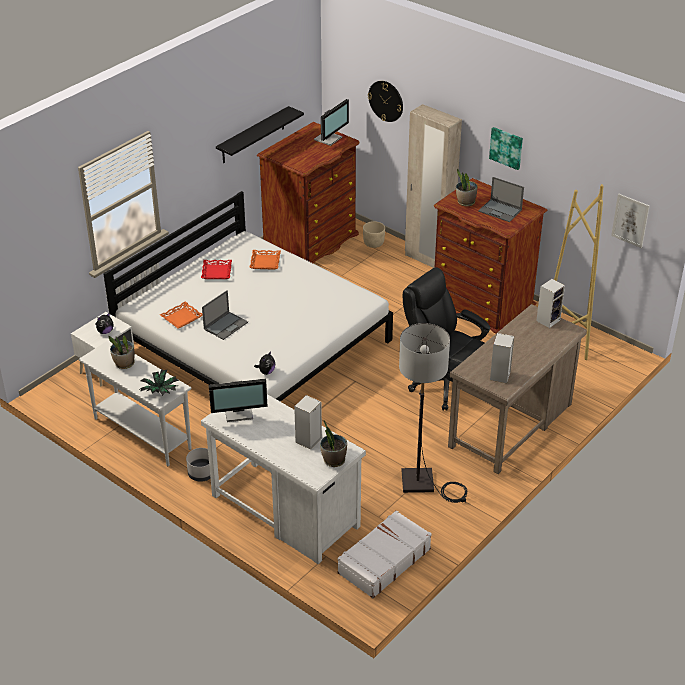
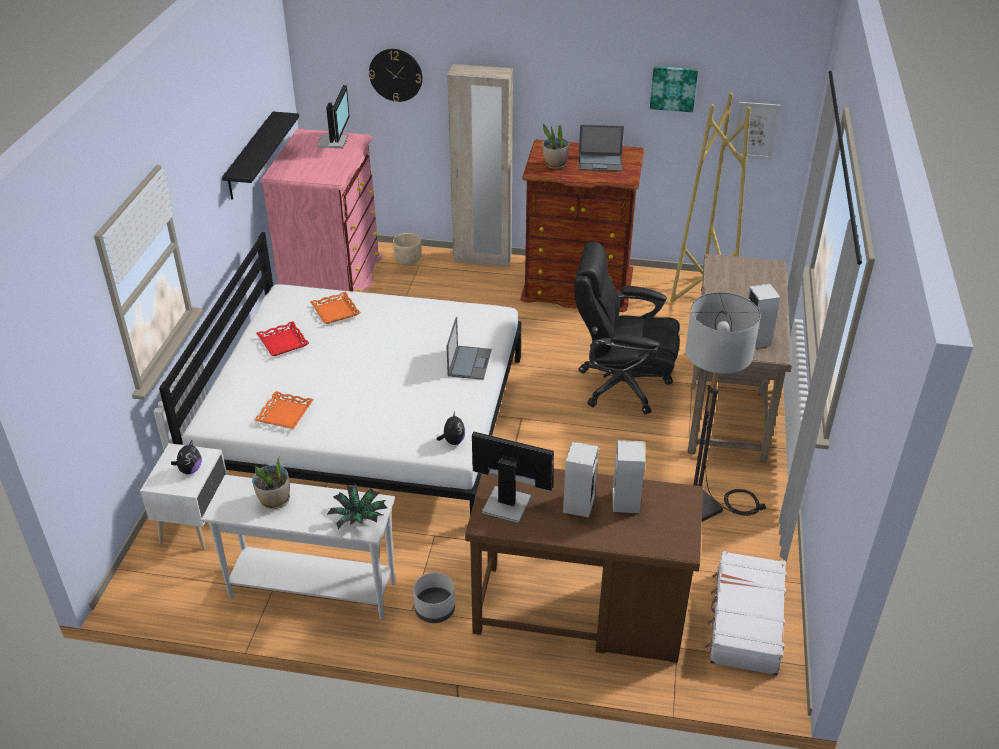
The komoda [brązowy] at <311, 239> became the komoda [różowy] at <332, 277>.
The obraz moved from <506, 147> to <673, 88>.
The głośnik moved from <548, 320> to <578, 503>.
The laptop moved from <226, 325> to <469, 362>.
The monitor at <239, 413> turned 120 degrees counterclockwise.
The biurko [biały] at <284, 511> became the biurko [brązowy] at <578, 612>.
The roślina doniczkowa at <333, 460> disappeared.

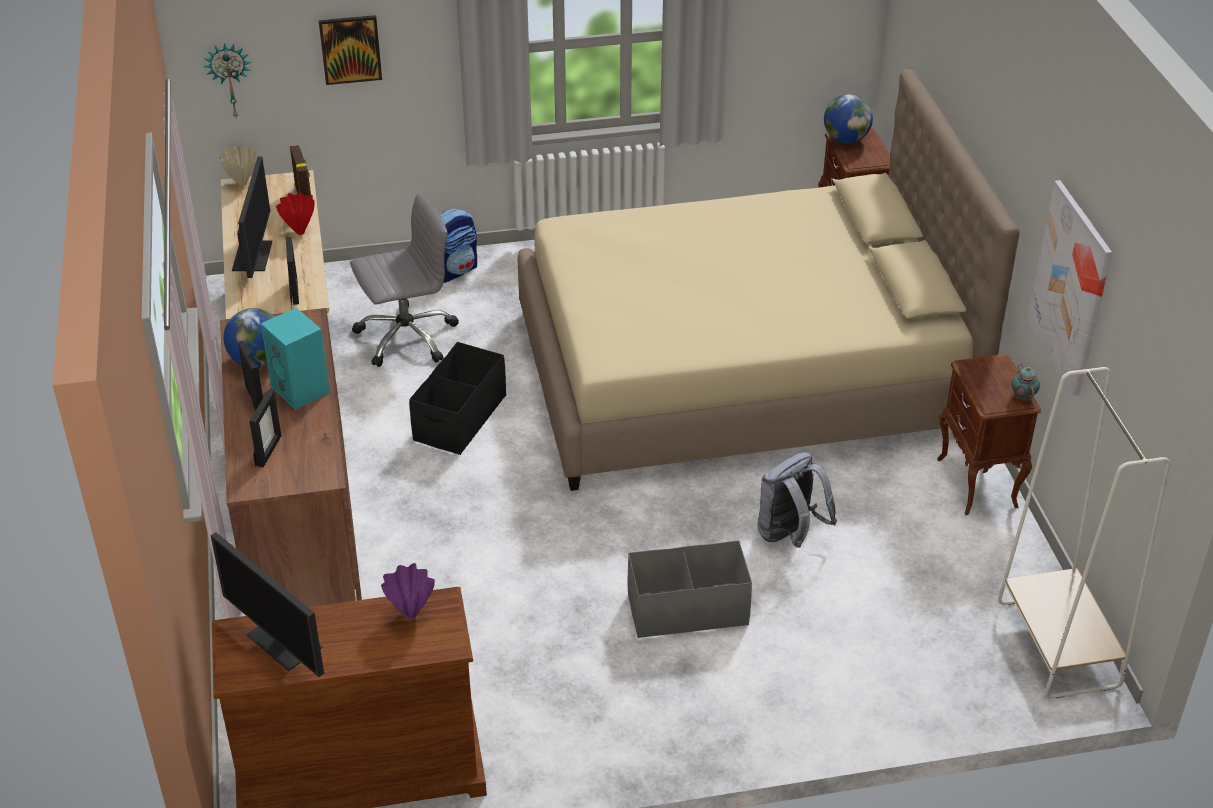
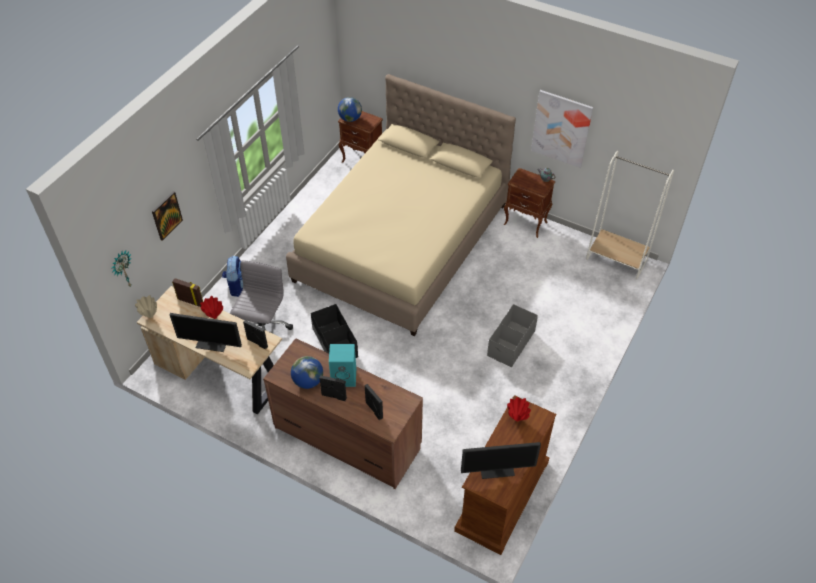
The monitor at <252, 255> turned 150 degrees clockwise.
The plecak [szary] at <789, 535> disappeared.
The wazon [fioletowy] at <411, 614> became the wazon [czerwony] at <517, 418>.

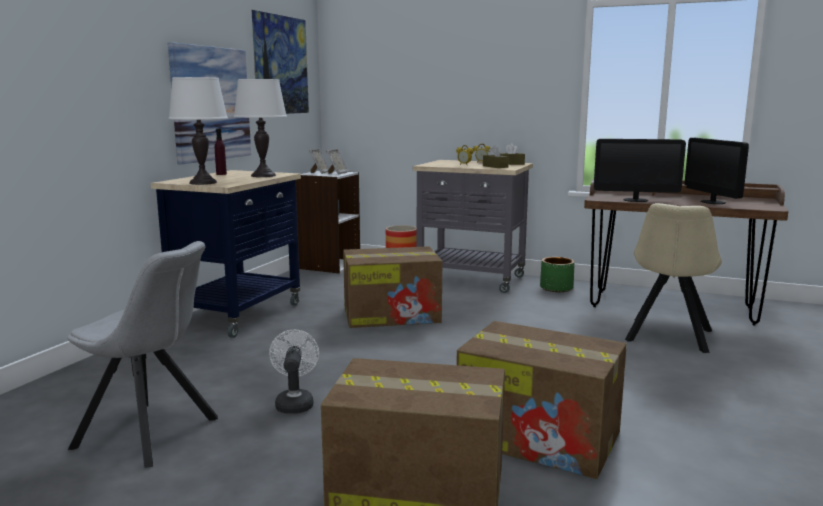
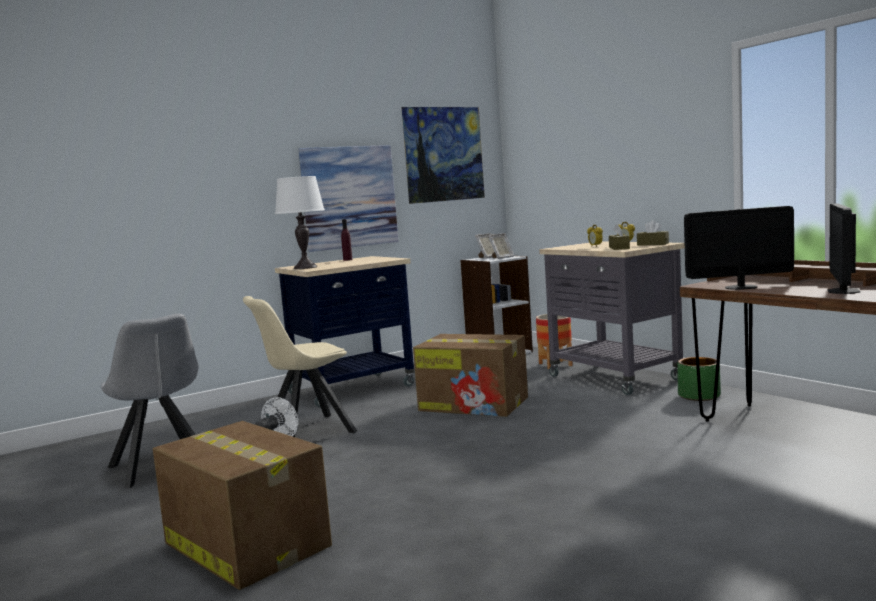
The lampa stołowa [biały] at <263, 175> disappeared.
The monitor at <635, 200> turned 135 degrees clockwise.
The krzesło [beżowy] moved from <669, 336> to <307, 431>.
The karton at <540, 437> disappeared.

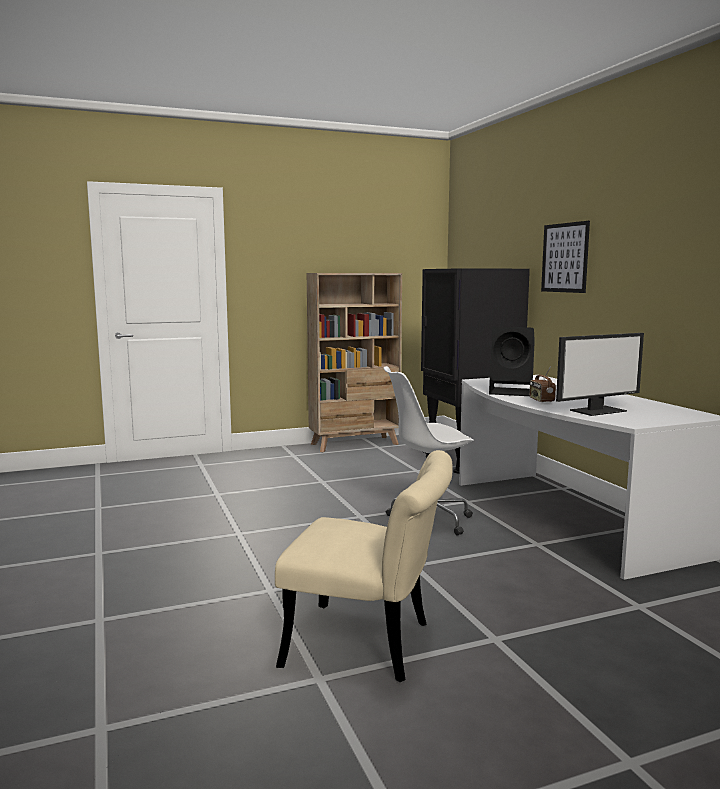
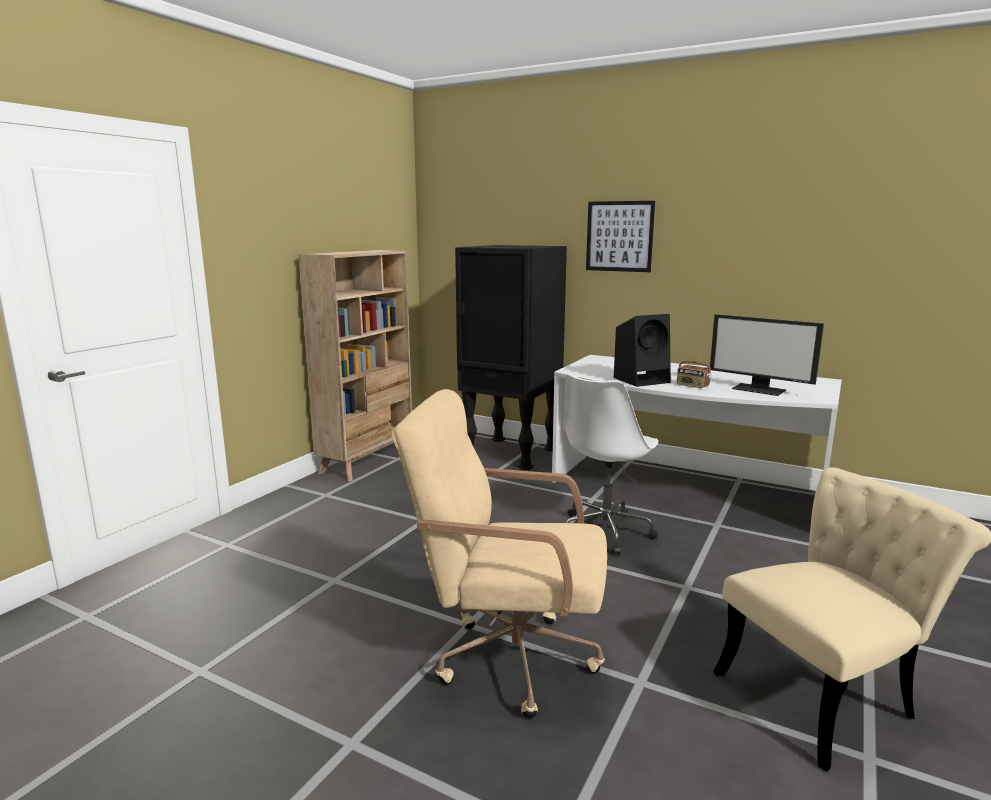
The monitor at <597, 410> turned 105 degrees clockwise.
The krzesło biurowe [beżowy] at <507, 660> appeared.

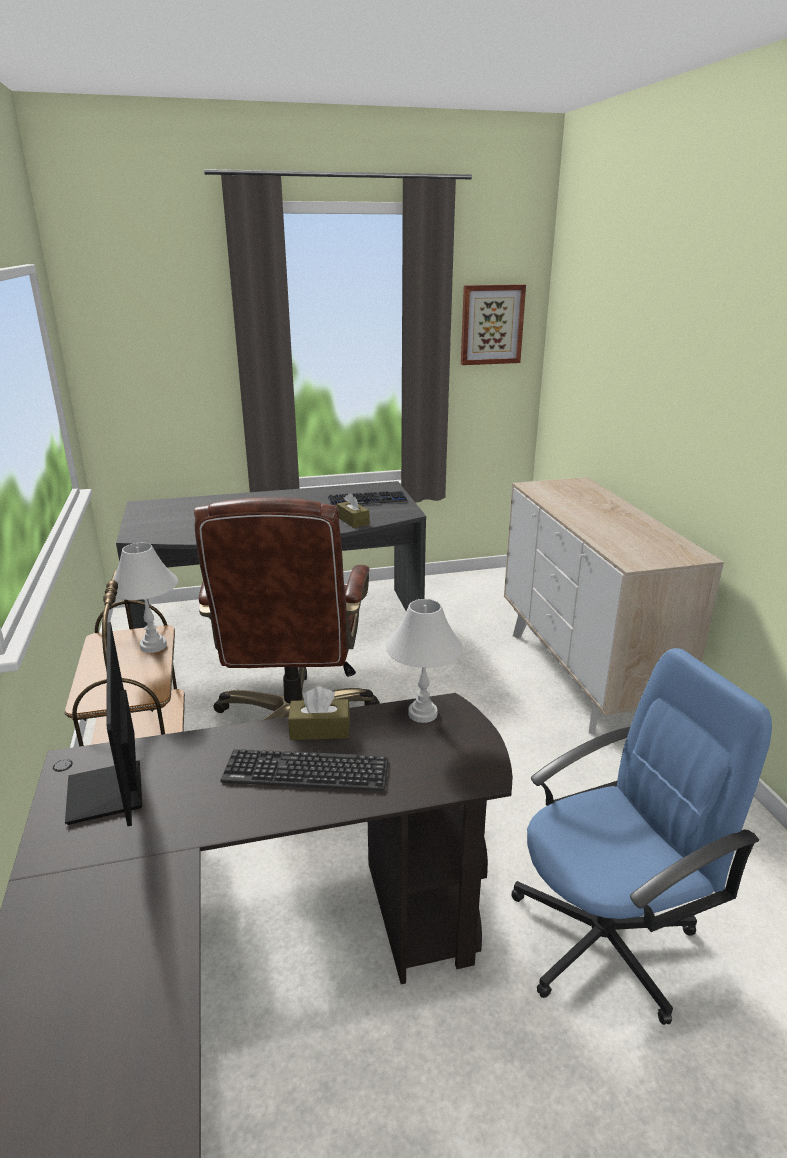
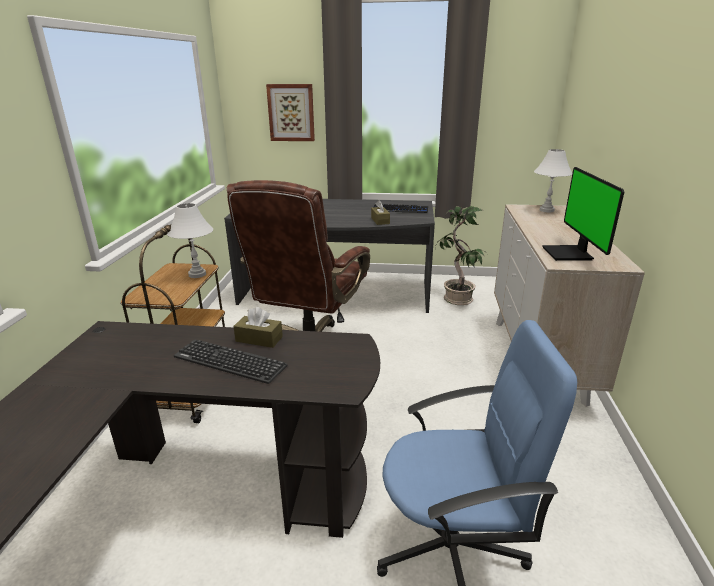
The obraz moved from <491, 324> to <291, 112>.
The lampa stołowa [biały] moved from <423, 714> to <547, 210>.
The monitor moved from <110, 793> to <569, 254>.
The roślina doniczkowa at <456, 299> appeared.

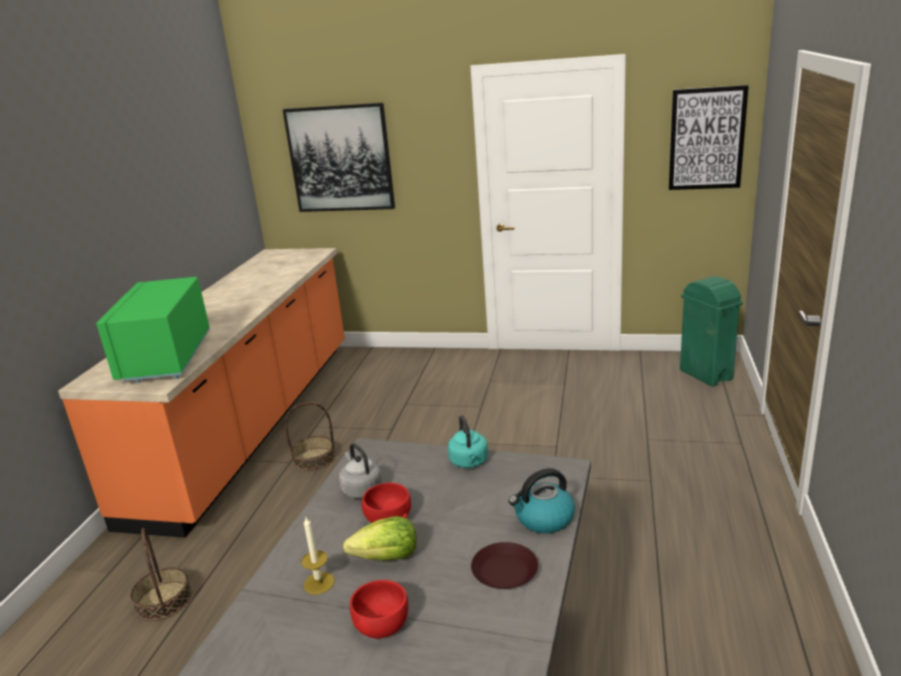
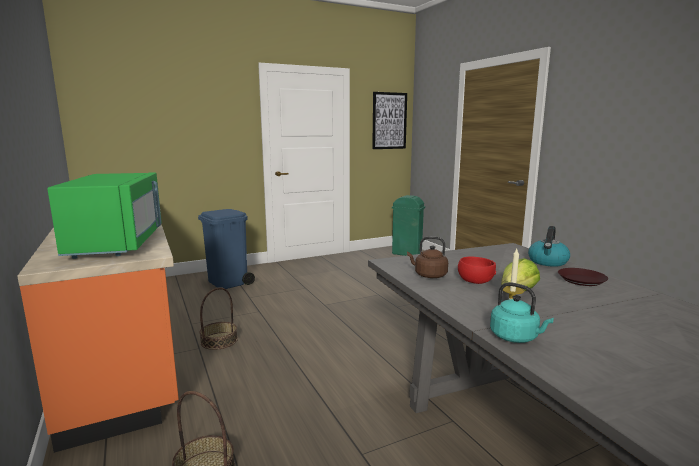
The obraz at <340, 159> disappeared.
The mikrofalówka [zielony] at <166, 358> turned 150 degrees counterclockwise.
The czajnik [turkusowy] moved from <469, 462> to <516, 337>.
The czajnik [szary] at <361, 489> became the czajnik [brązowy] at <428, 275>.
The miska [czerwony] at <382, 624> disappeared.
The kosz na śmieci [niebieski] at <228, 282> appeared.

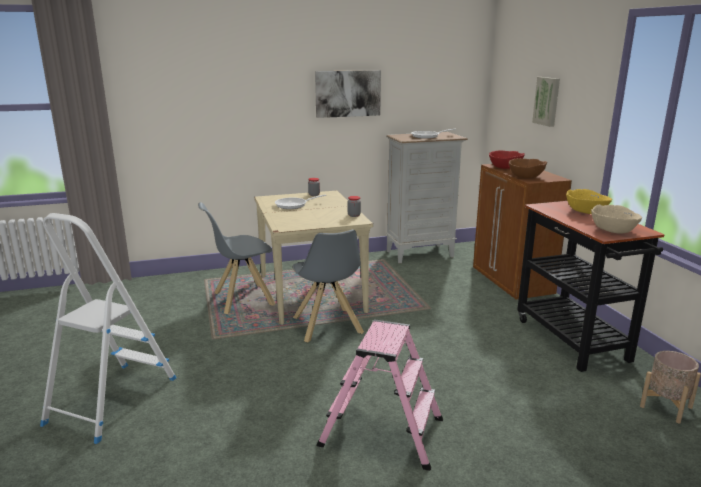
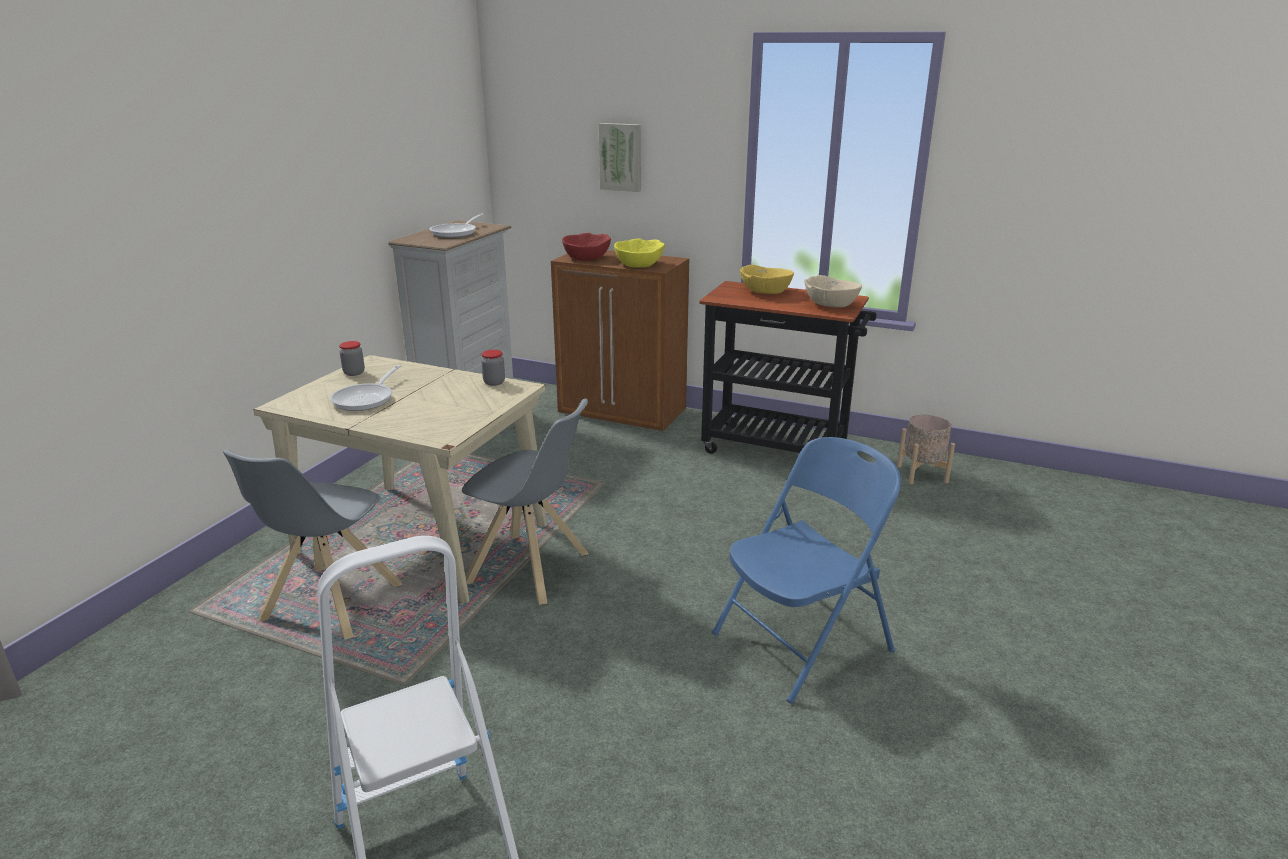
The obraz at <348, 93> disappeared.
The miska [brązowy] at <526, 176> became the miska [żółty] at <639, 265>.
The drabinka [różowy] at <382, 432> was replaced by the krzesło [niebieski] at <802, 643>.

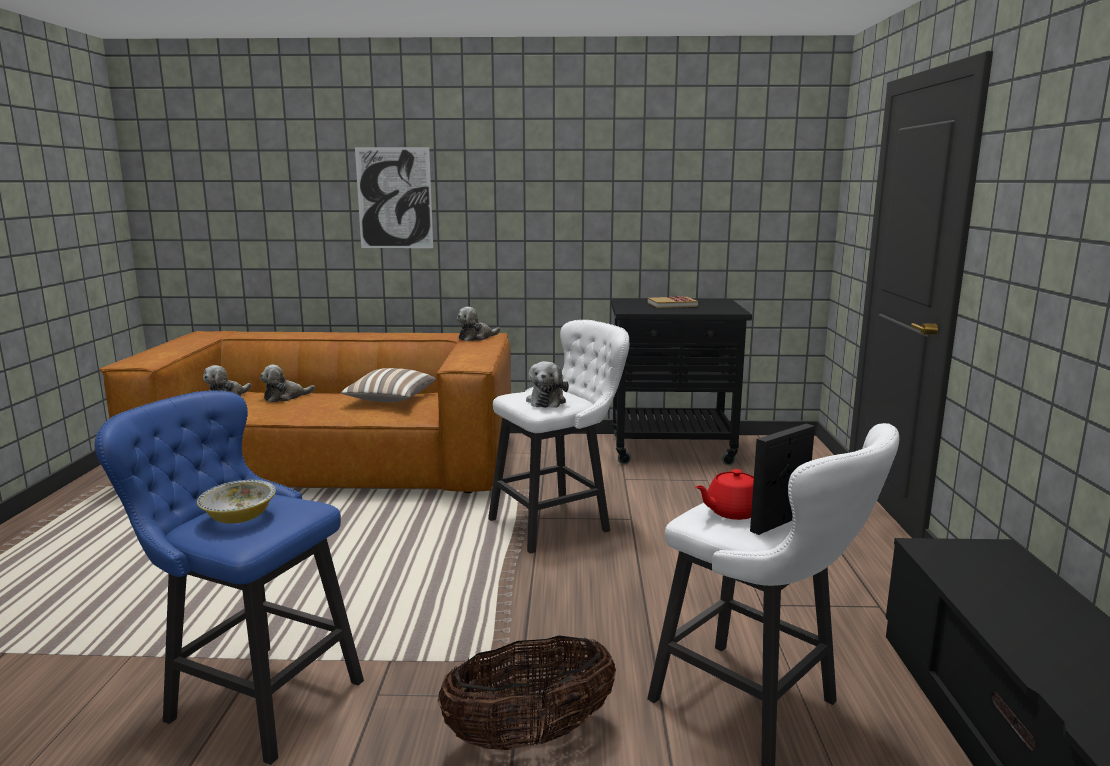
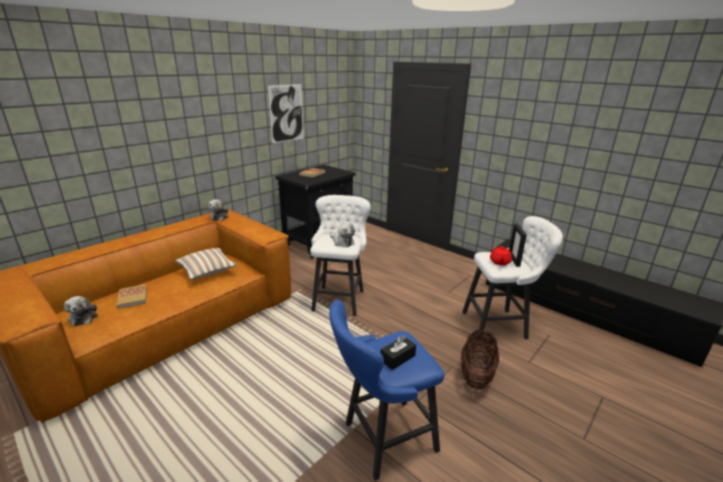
The obraz moved from <394, 198> to <286, 113>.
The pluszak at <285, 397> was replaced by the książka at <132, 297>.
The miska at <239, 518> was replaced by the pudełko chusteczek [czarny] at <397, 358>.

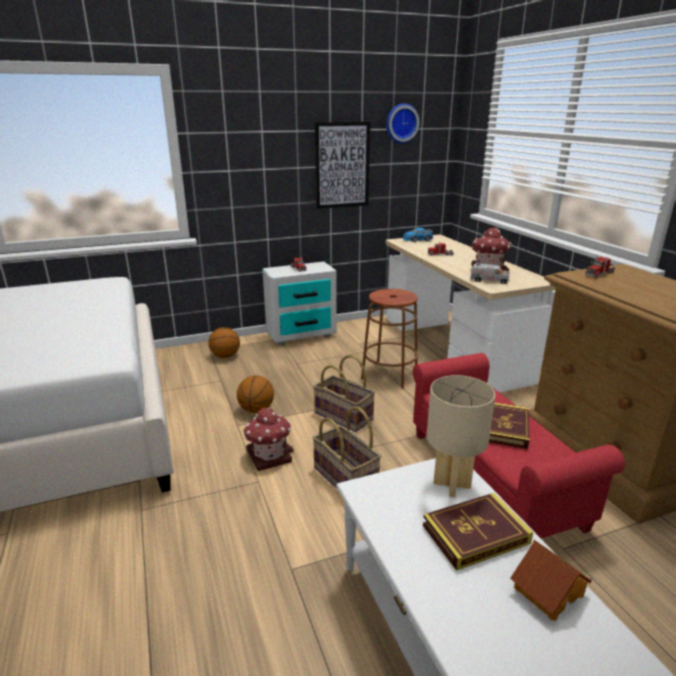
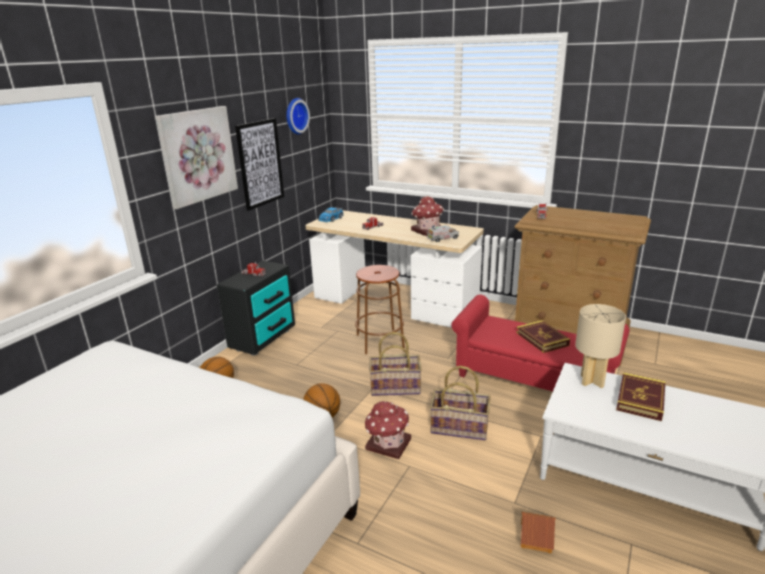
The szafka nocna [biały] at <302, 336> became the szafka nocna [czarny] at <264, 340>.
The domek moved from <547, 590> to <535, 537>.
The obraz at <197, 155> appeared.

